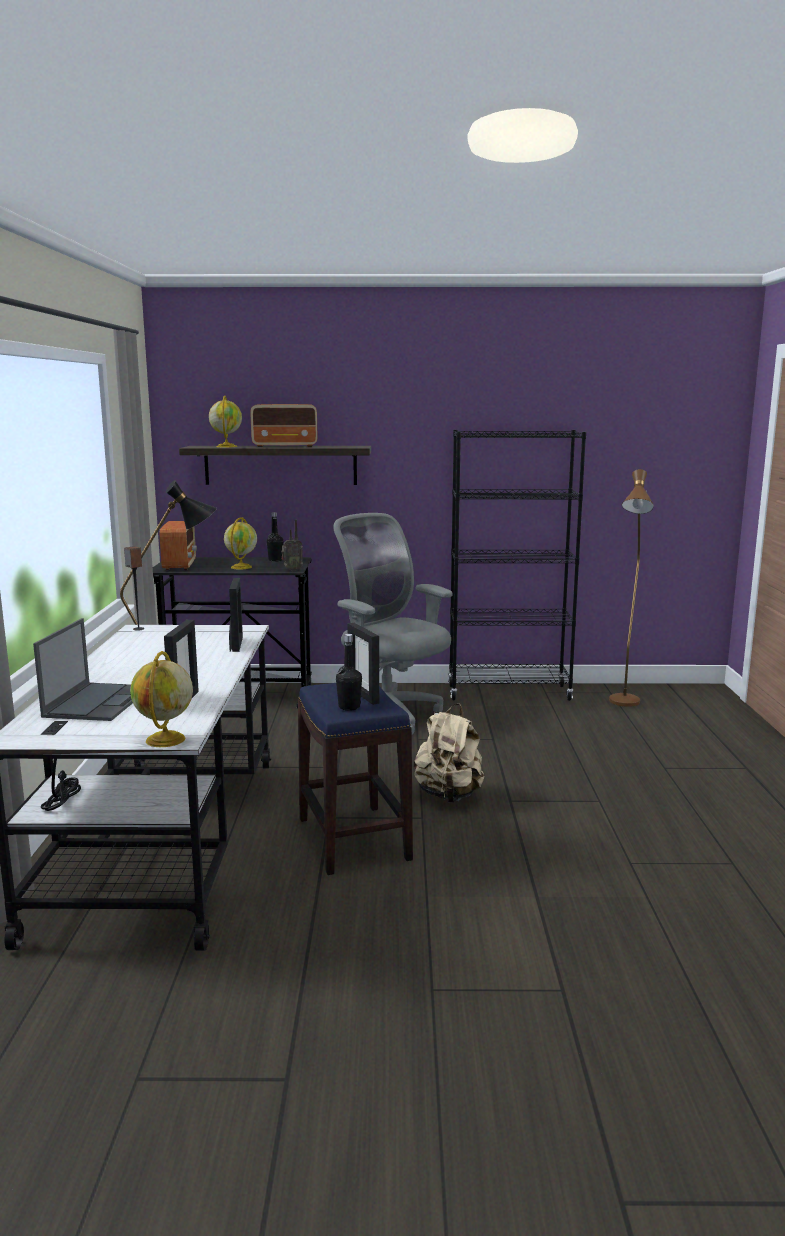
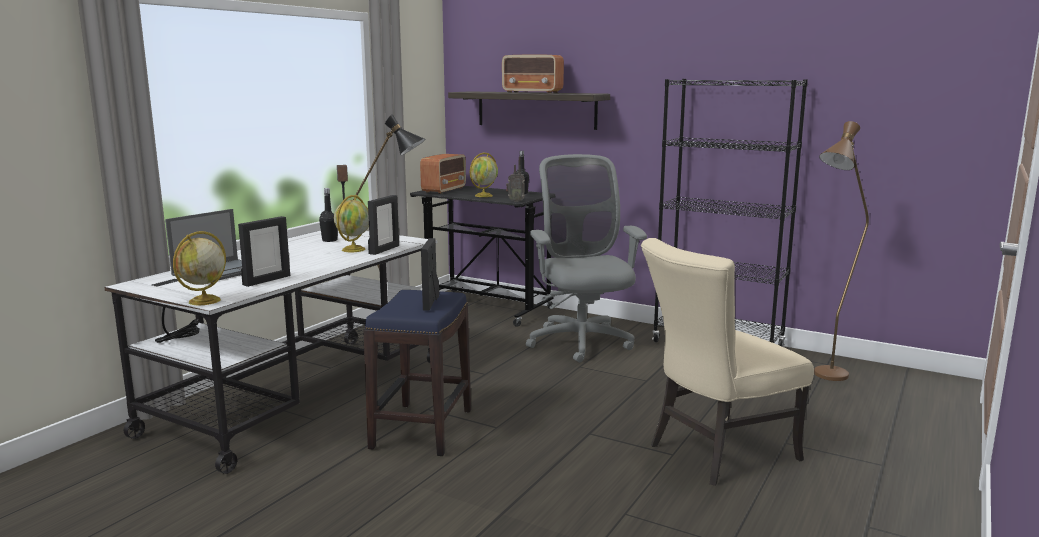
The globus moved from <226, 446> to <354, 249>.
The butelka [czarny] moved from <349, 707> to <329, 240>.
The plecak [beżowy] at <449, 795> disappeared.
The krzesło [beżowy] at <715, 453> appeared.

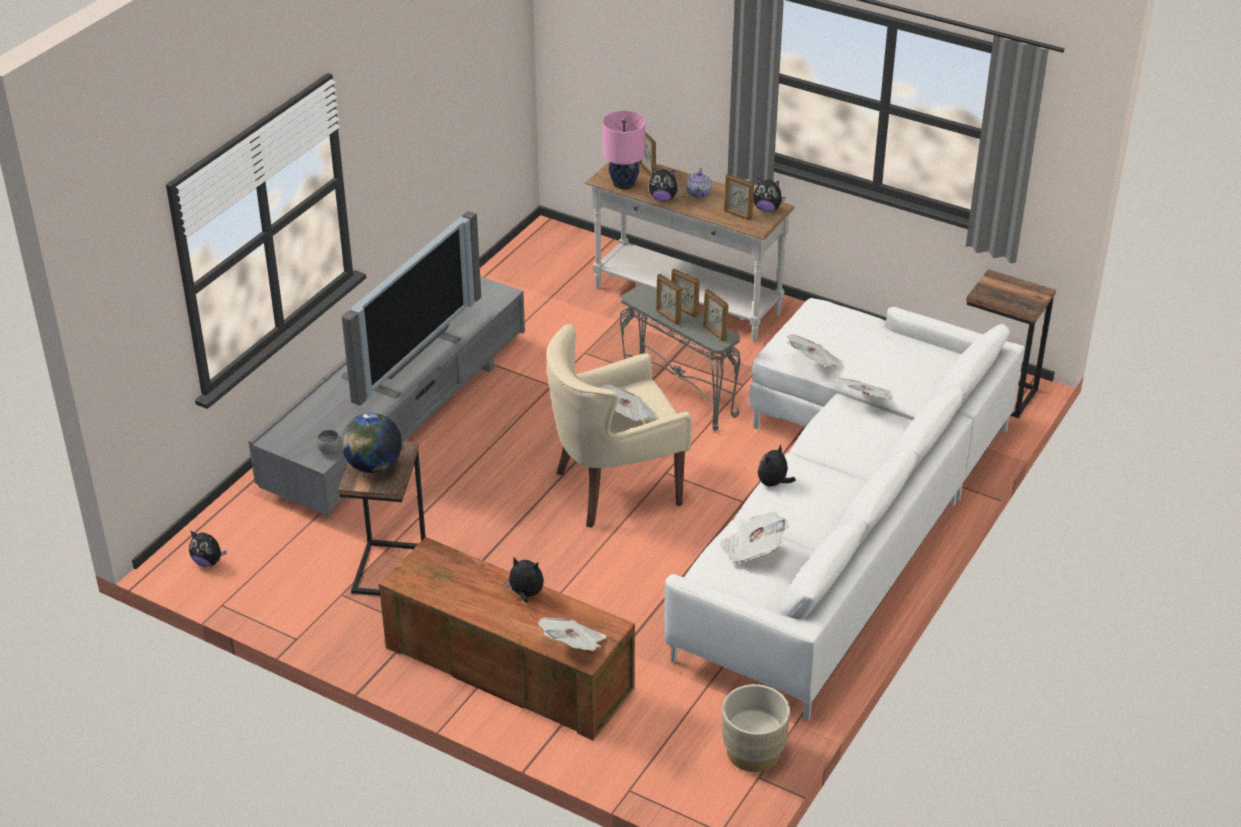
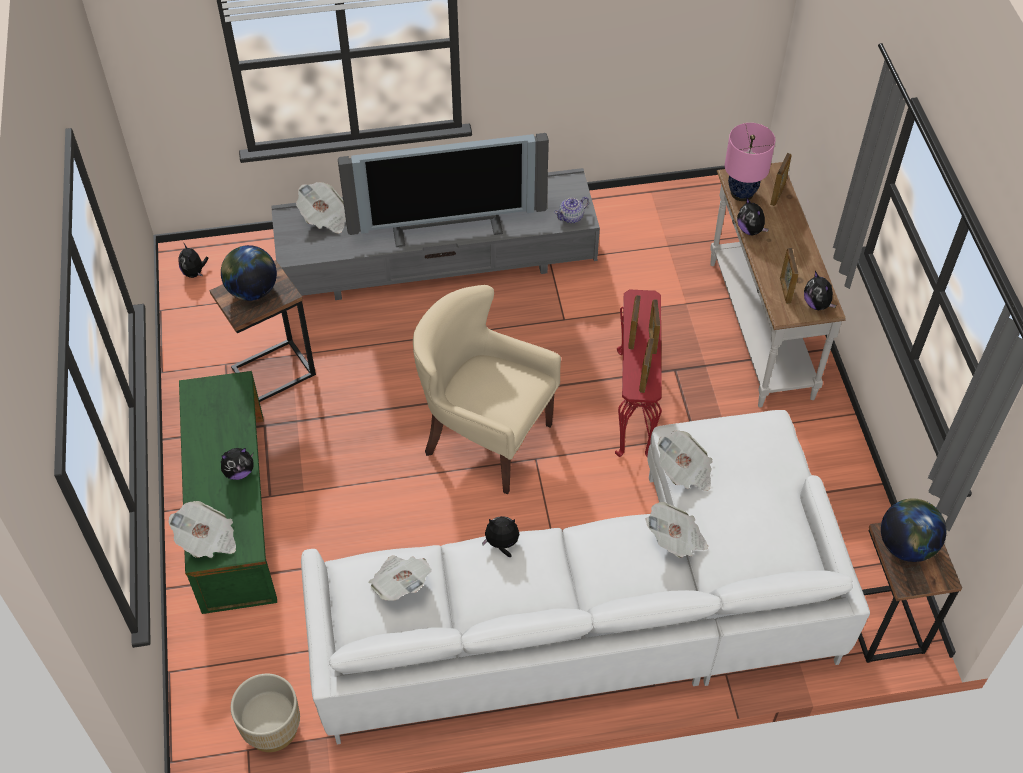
The imbryk moved from <699, 193> to <571, 217>.
The stolik [szary] at <678, 396> became the stolik [czerwony] at <635, 404>.
The gazeta moved from <628, 416> to <325, 218>.
The miska [szary] at <330, 450> disappeared.
The ławka [brązowy] at <506, 668> became the ławka [zielony] at <231, 509>.
The pluszak at <525, 594> turned 90 degrees clockwise.
The globus at <906, 545> appeared.

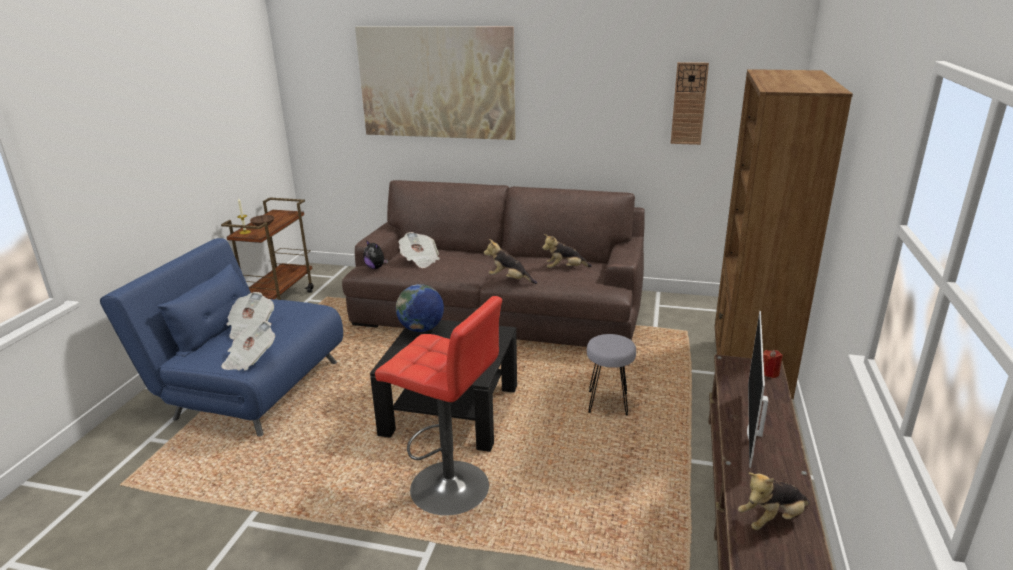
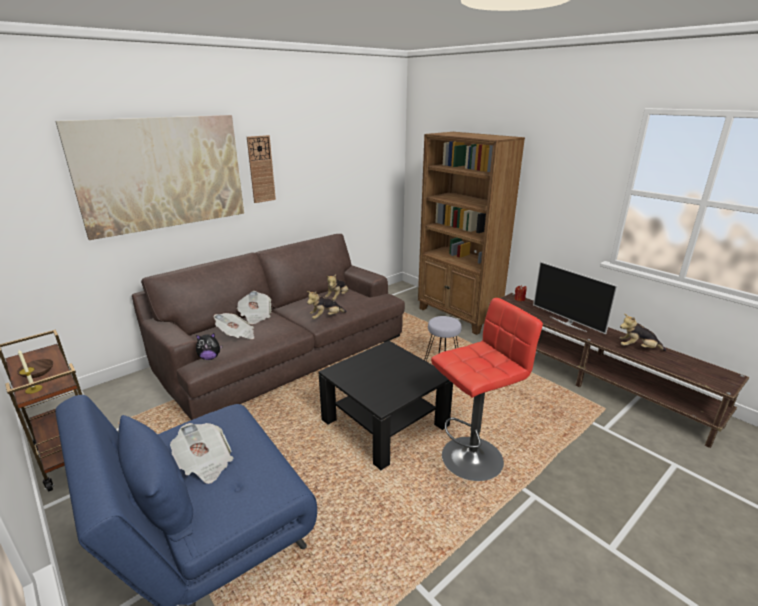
The zegar ścienny moved from <689, 104> to <261, 169>.
The globus at <421, 329> disappeared.
The gazeta moved from <250, 359> to <255, 316>.
The pluszak at <772, 519> turned 90 degrees clockwise.

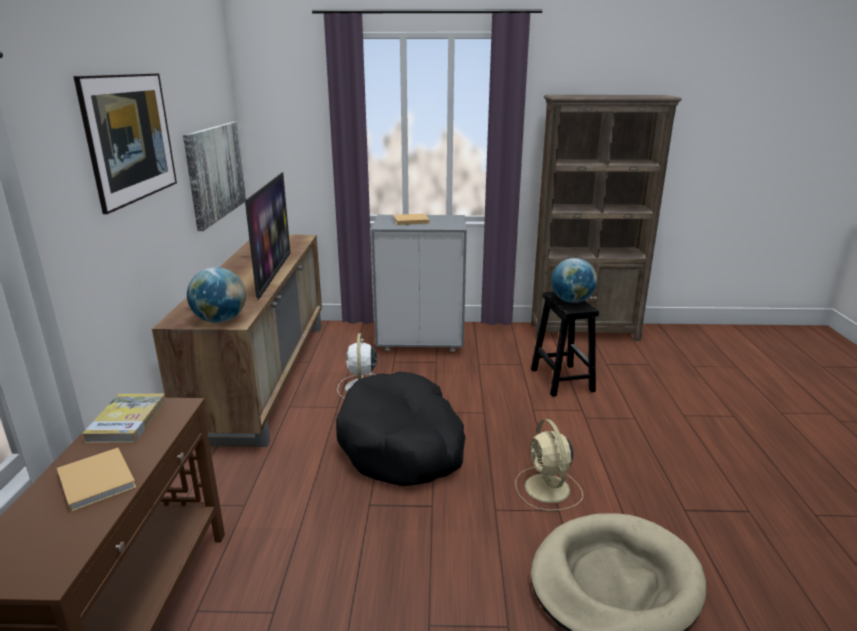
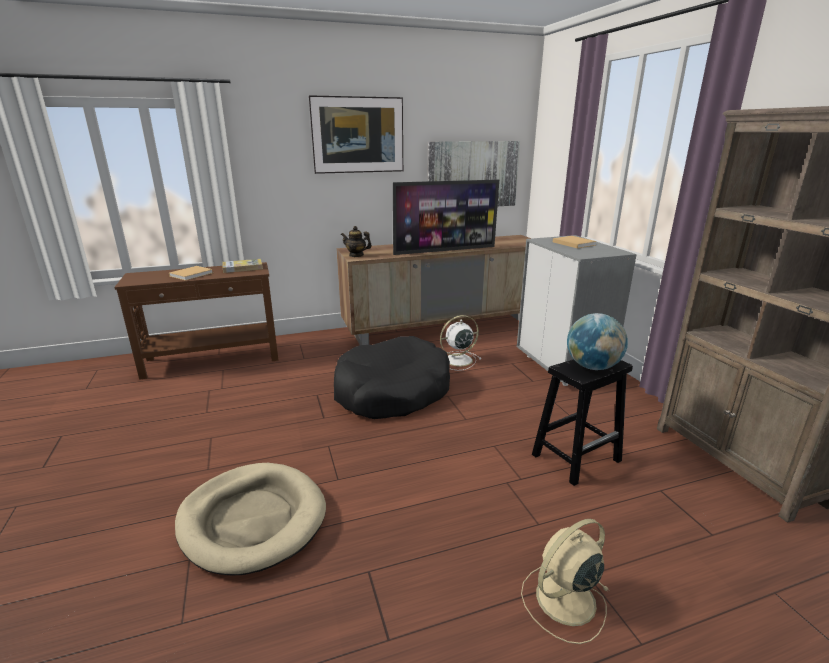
The globus at <220, 320> was replaced by the imbryk at <356, 255>.
The wentylator [beżowy] moved from <548, 489> to <563, 600>.

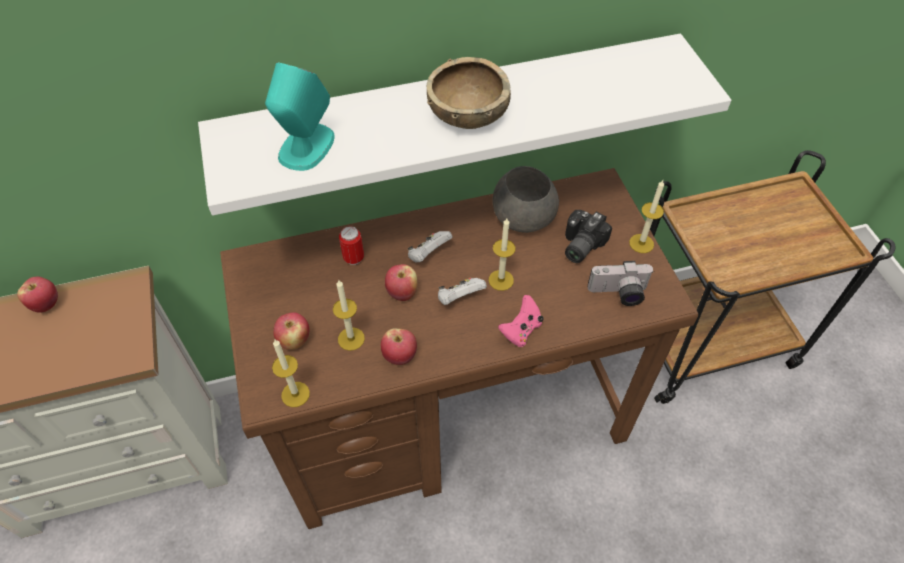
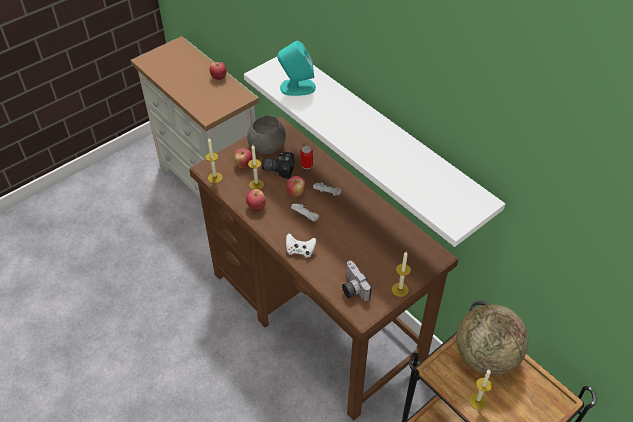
The miska [brązowy] at <467, 113> disappeared.
The miska [szary] moved from <522, 215> to <267, 145>.
The aparat fotograficzny moved from <579, 245> to <278, 168>.
The świeca moved from <501, 280> to <477, 401>.
The pad do gier [różowy] at <521, 330> became the pad do gier [biały] at <300, 251>.
The globus at <485, 356> appeared.

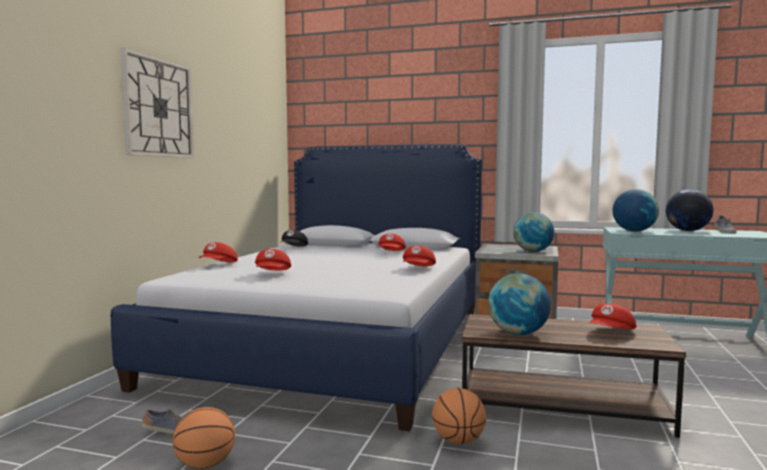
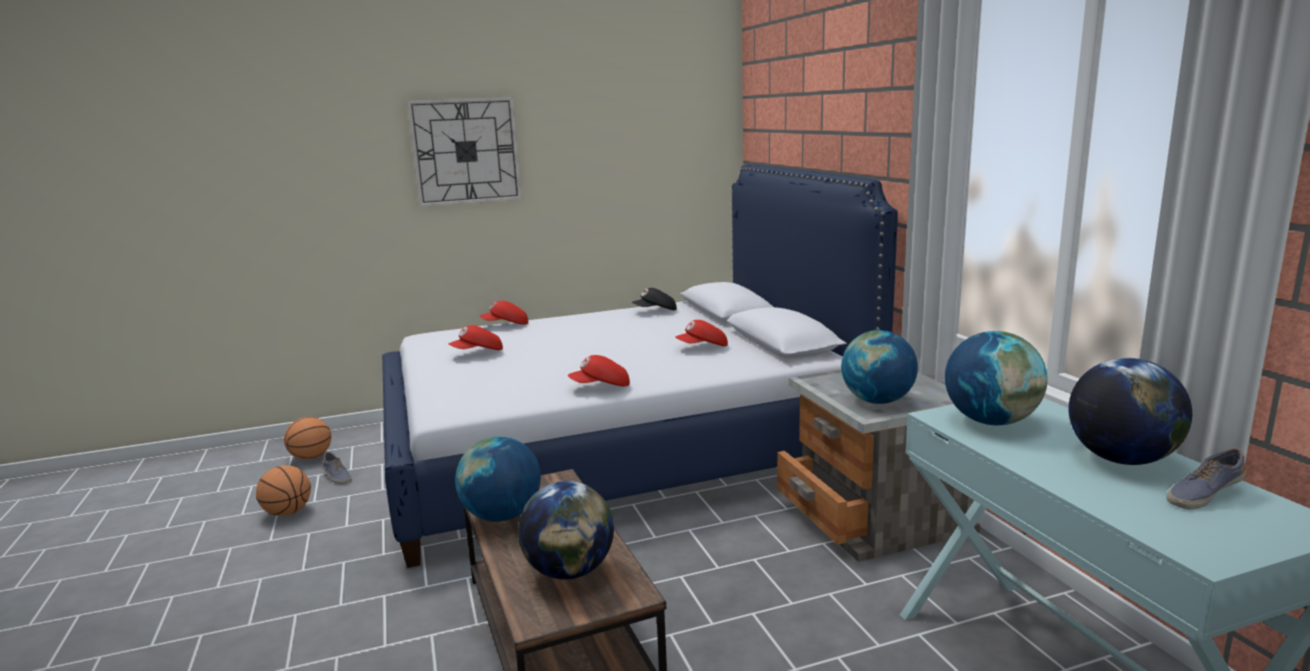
The czapka z daszkiem [czerwony] at <611, 332> was replaced by the globus at <569, 571>.
The piłka do koszykówki moved from <458, 441> to <311, 457>.

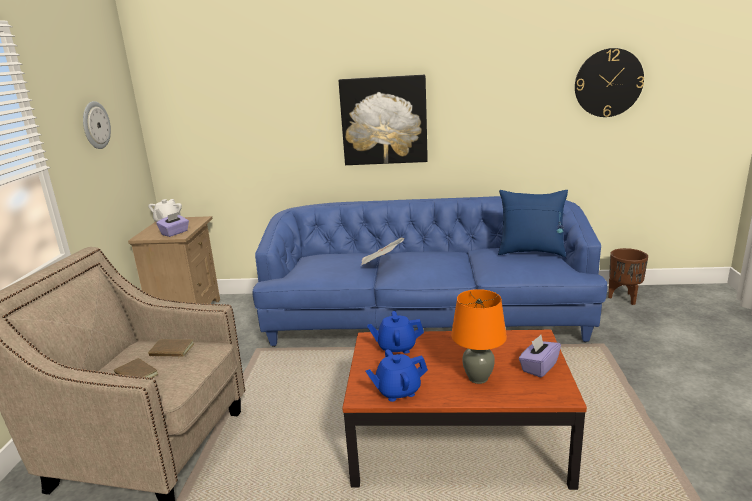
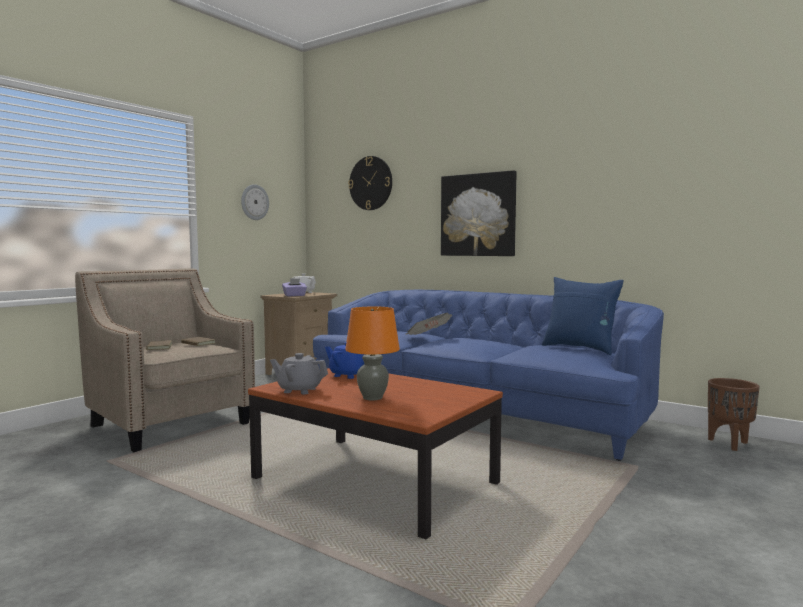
The zegar ścienny moved from <608, 83> to <371, 183>.
The pudełko chusteczek [fioletowy] at <538, 367> disappeared.
The imbryk [niebieski] at <397, 391> became the imbryk [szary] at <299, 390>.

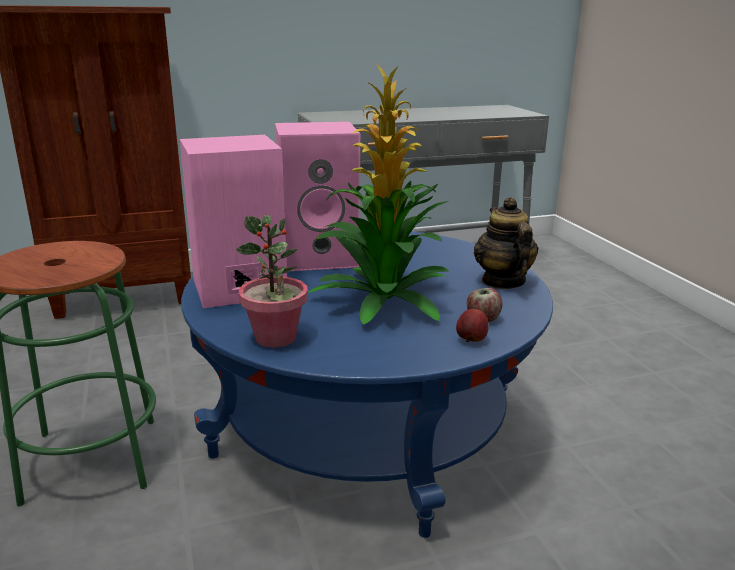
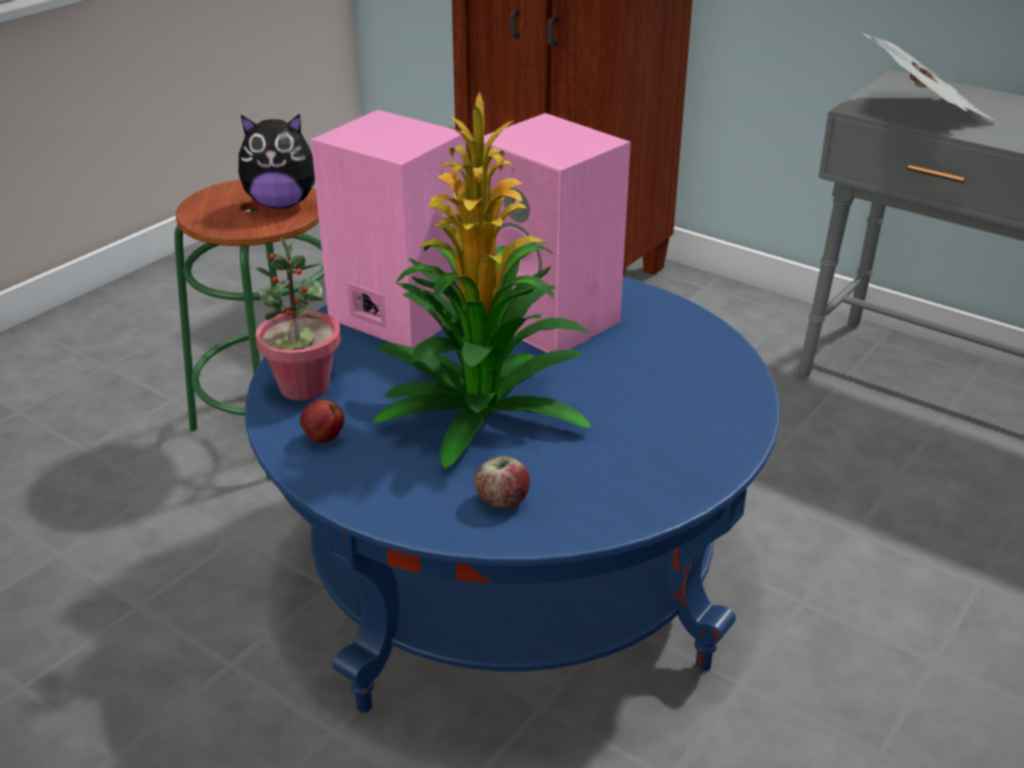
The imbryk at <502, 281> disappeared.
The jabłko moved from <471, 340> to <323, 439>.
The gazeta at <922, 112> appeared.
The pluszak at <282, 204> appeared.

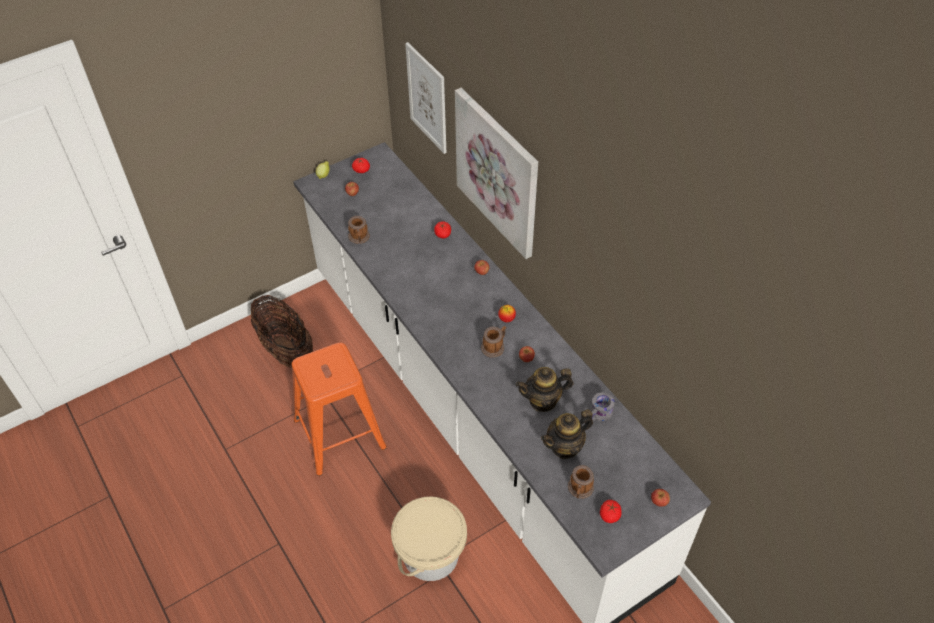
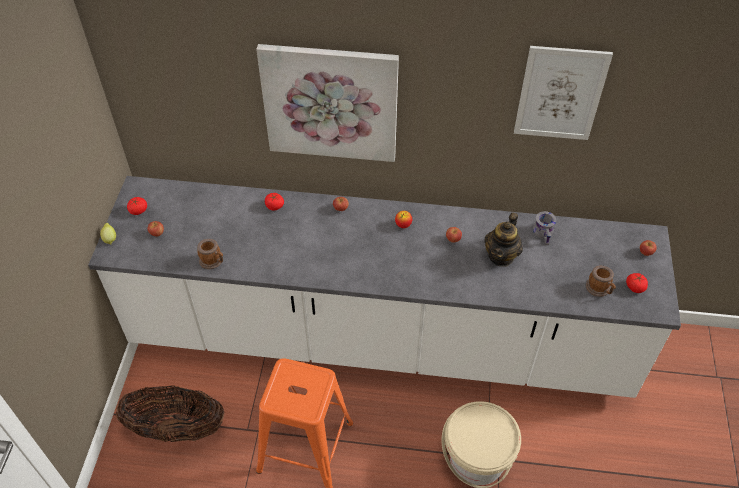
The obraz moved from <427, 98> to <560, 94>.
The kubek at <494, 346> disappeared.
The imbryk at <565, 446> disappeared.

